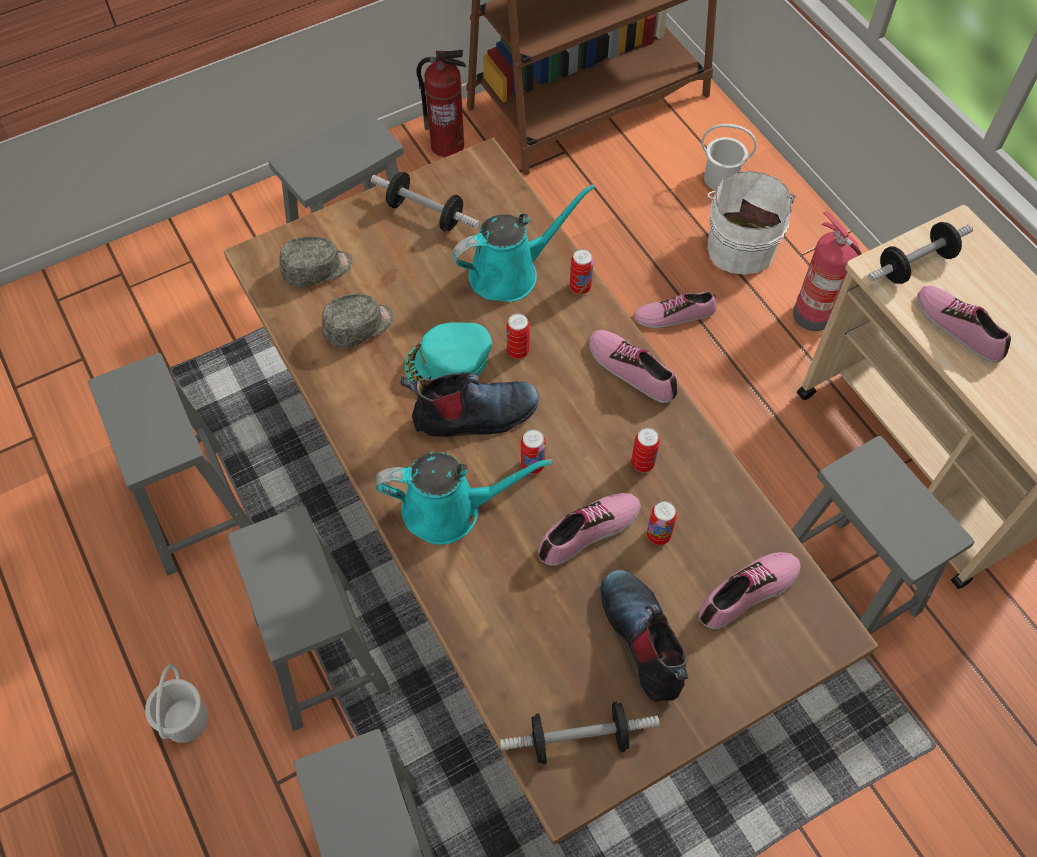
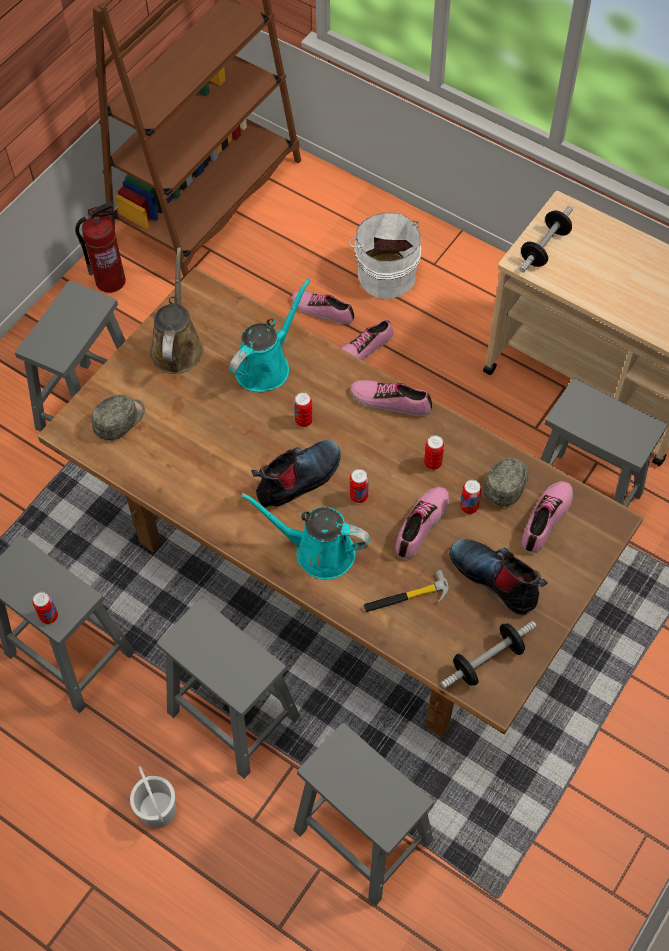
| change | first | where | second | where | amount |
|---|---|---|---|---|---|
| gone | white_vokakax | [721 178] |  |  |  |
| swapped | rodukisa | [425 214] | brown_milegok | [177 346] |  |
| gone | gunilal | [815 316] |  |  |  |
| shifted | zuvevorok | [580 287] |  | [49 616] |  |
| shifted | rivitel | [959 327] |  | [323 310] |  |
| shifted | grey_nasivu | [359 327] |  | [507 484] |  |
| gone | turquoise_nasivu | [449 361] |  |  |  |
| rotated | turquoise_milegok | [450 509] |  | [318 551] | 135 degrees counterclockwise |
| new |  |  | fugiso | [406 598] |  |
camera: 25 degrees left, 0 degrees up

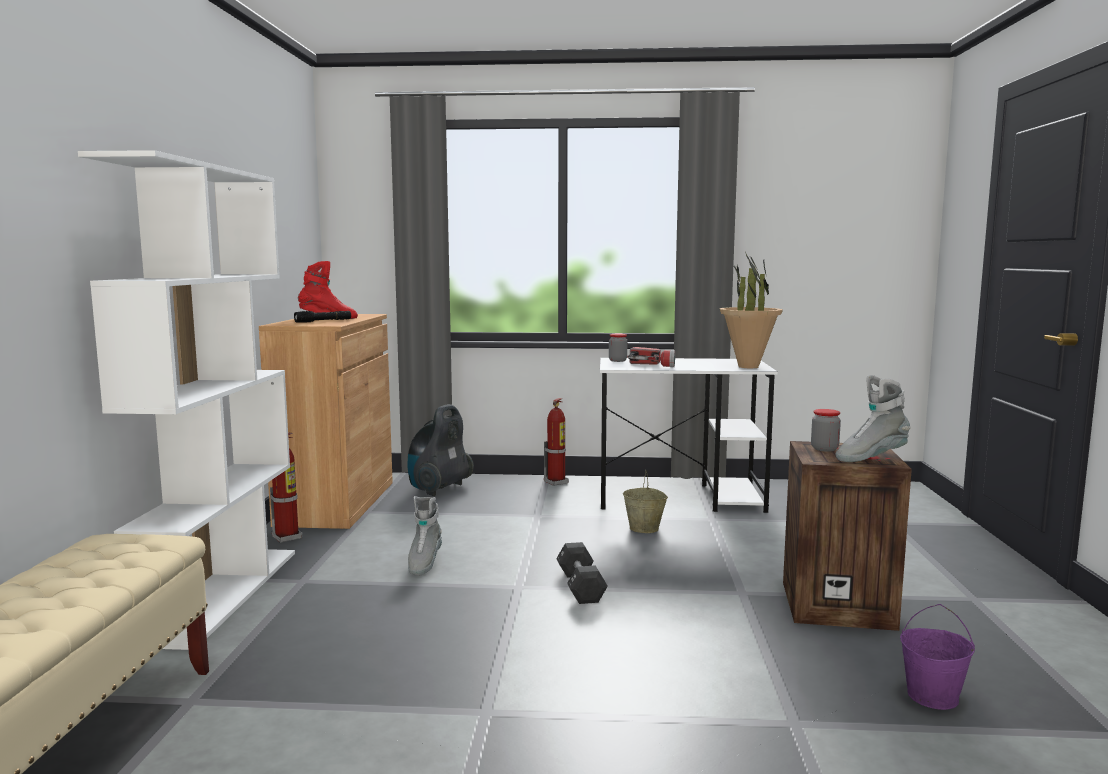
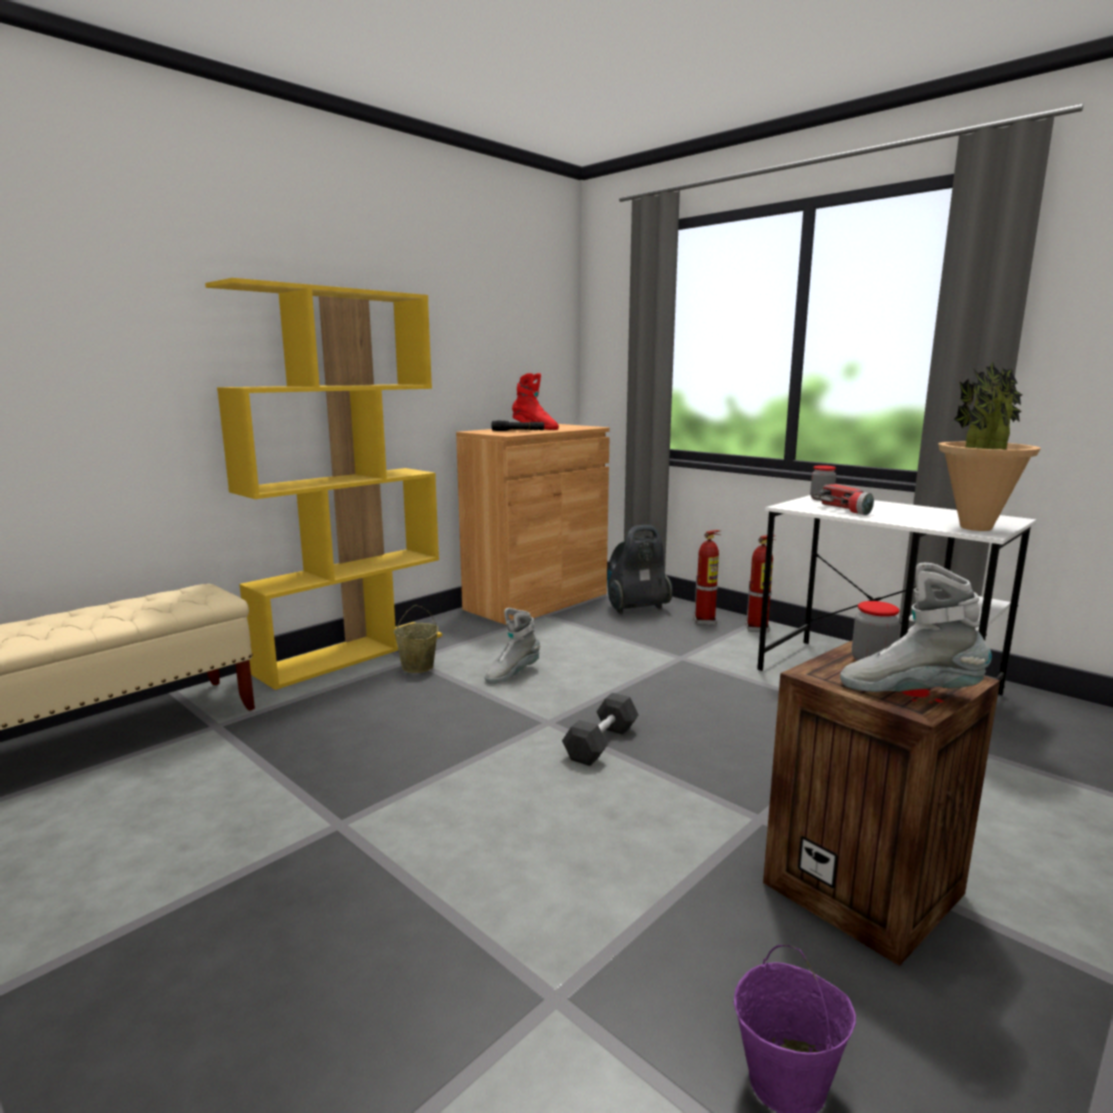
| change | first | where | second | where | amount |
|---|---|---|---|---|---|
| repainted | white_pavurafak | [220 593] | yellow_pavurafak | [352 653] |  |
| shifted | gunilal | [287 537] |  | [705 621] |  |
| shifted | beige_vokakax | [644 528] |  | [418 667] |  |
camera: 40 degrees right, 5 degrees up

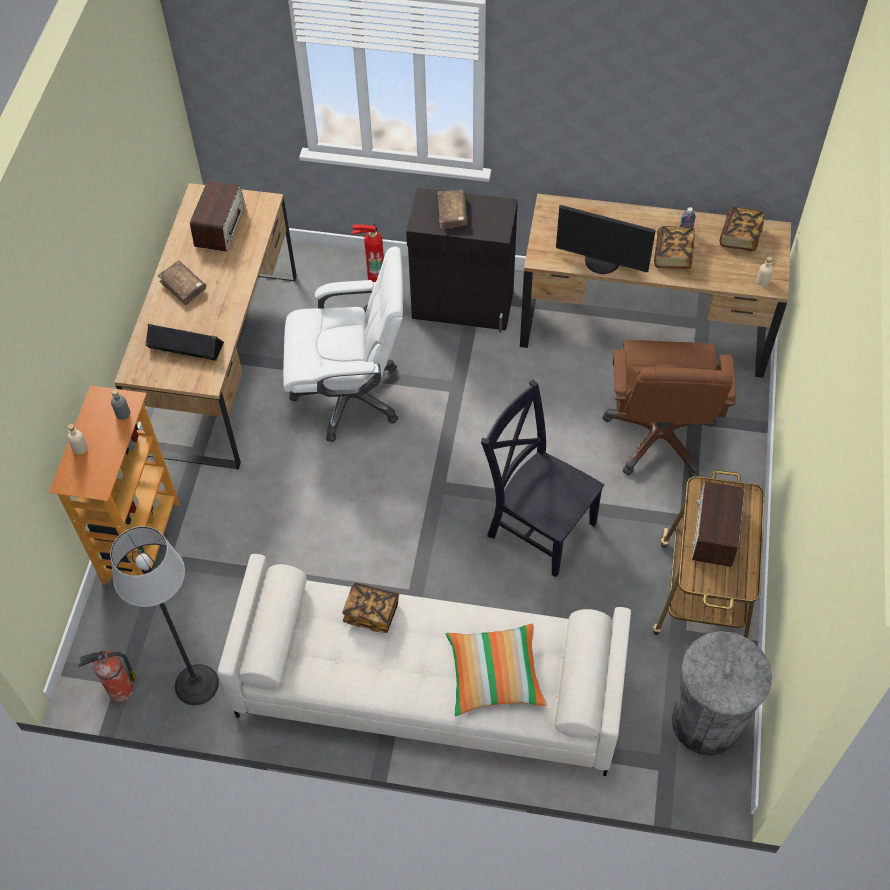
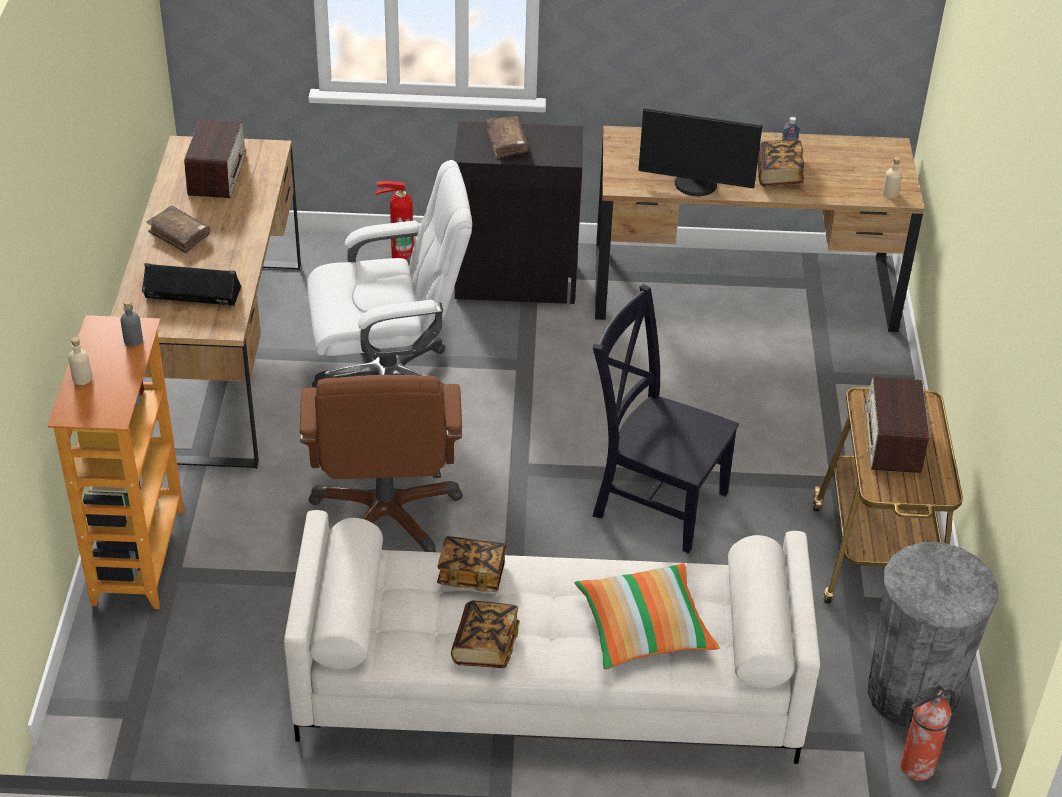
| change | first | where | second | where | amount |
|---|---|---|---|---|---|
| shifted | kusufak | [740 236] |  | [485 646] |  |
| shifted | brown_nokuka | [659 437] |  | [386 517] |  |
| gone | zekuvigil | [196 684] |  |  |  |
| shifted | gunilal | [119 691] |  | [915 767] |  |
camera: 10 degrees left, 15 degrees down

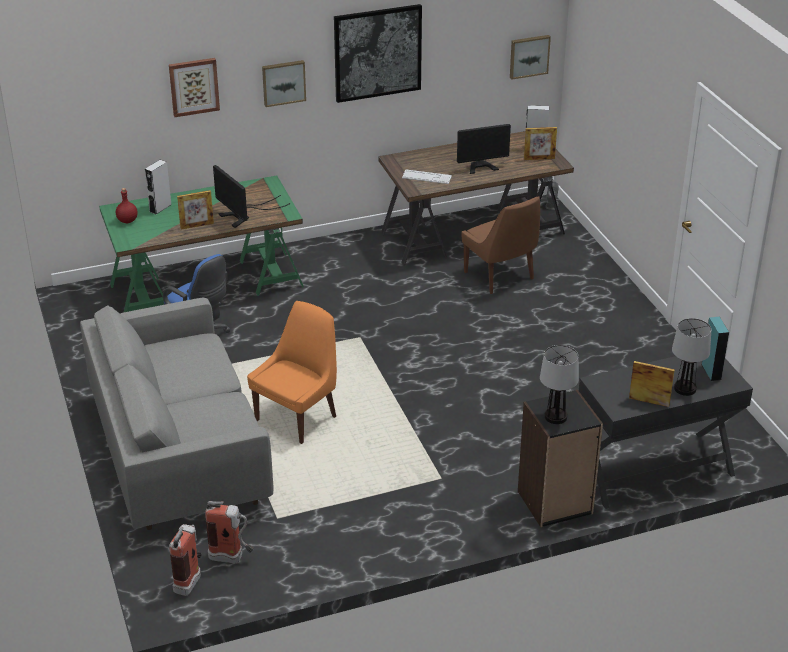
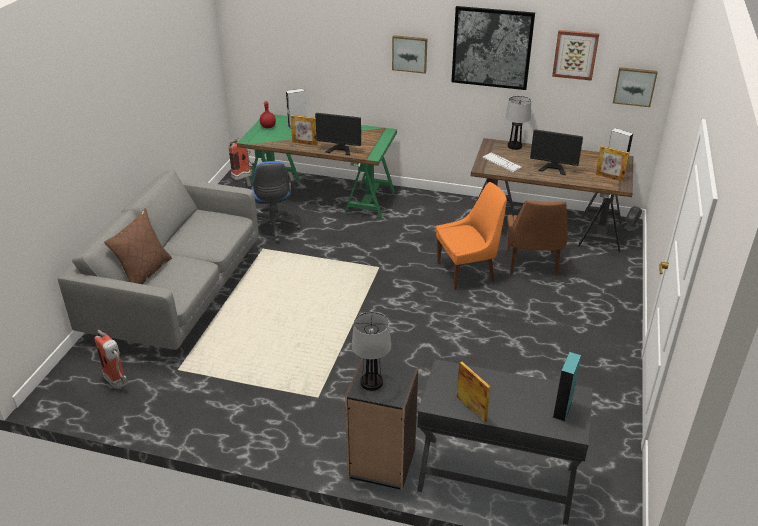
| change | first | where | second | where | amount |
|---|---|---|---|---|---|
| shifted | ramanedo | [194 86] |  | [575 54] |  |
| rotated | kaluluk | [244 215] |  | [342 147] | 75 degrees counterclockwise |
| shifted | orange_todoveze | [298 417] |  | [467 272] |  |
| shifted | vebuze | [685 388] |  | [515 146] |  |
| shifted | gunilal | [190 580] |  | [244 176] |  |
| new |  |  | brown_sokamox | [144 273] |  |
camera: 35 degrees right, 0 degrees up

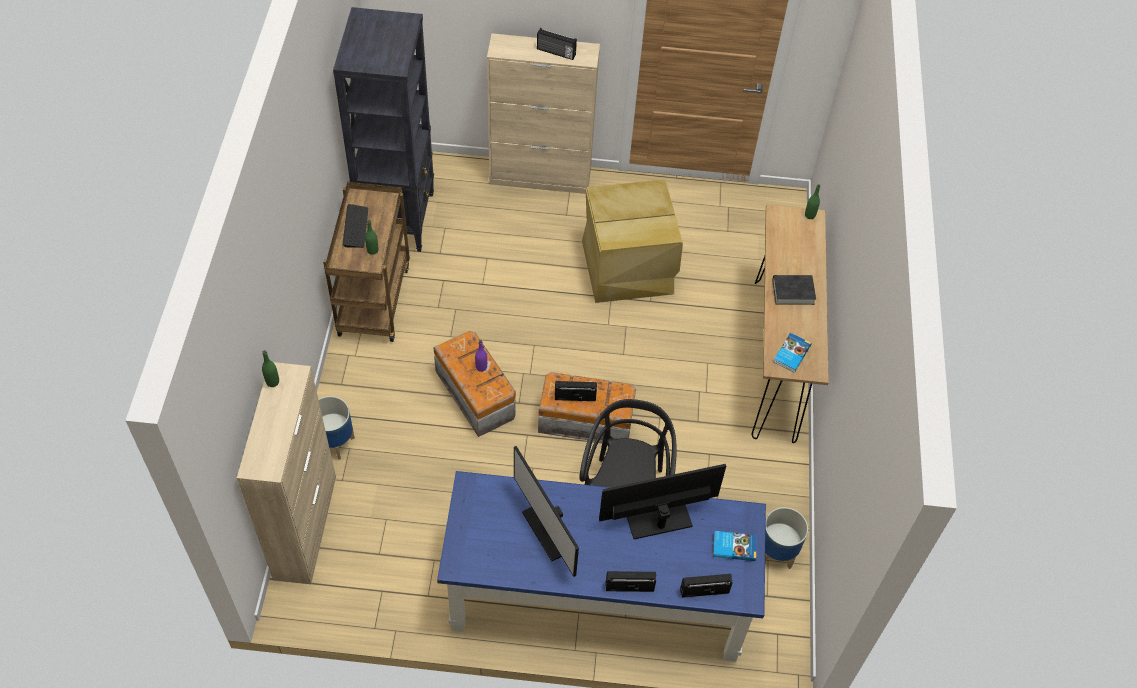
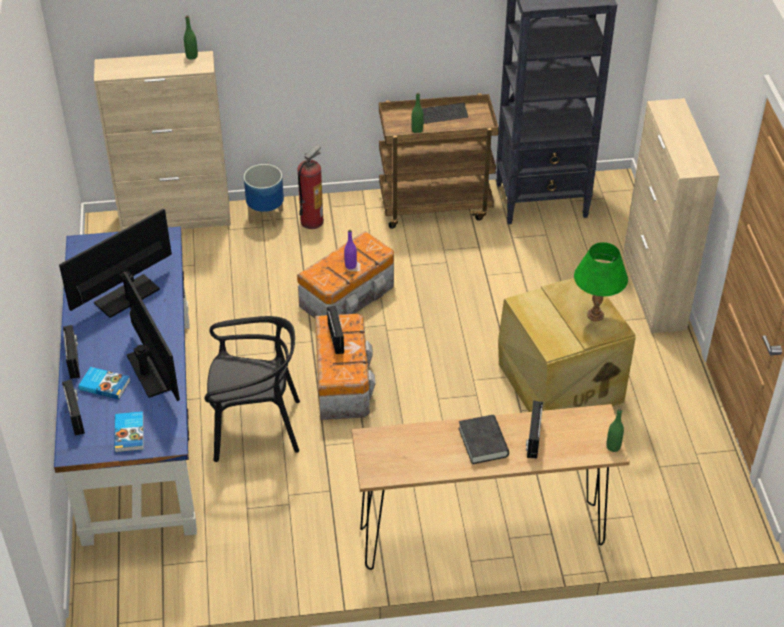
| change | first | where | second | where | amount |
|---|---|---|---|---|---|
| shifted | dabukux | [556 52] |  | [532 438] |  |
| shifted | kusufak | [791 354] |  | [105 384] |  |
| gone | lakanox | [776 553] |  |  |  |
| new |  |  | gunilal | [311 221] |  |
| new |  |  | green_vebuze | [595 315] |  |
camera: 80 degrees right, 10 degrees down

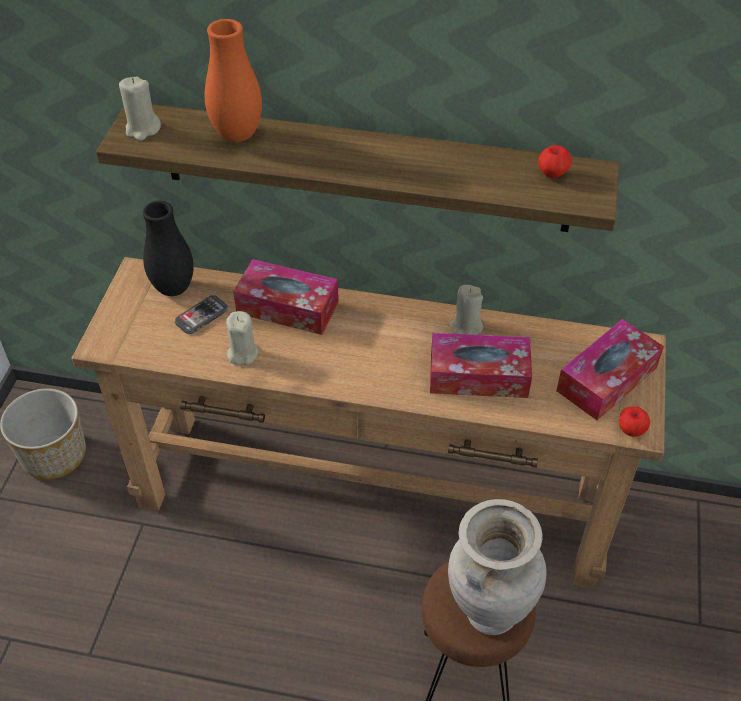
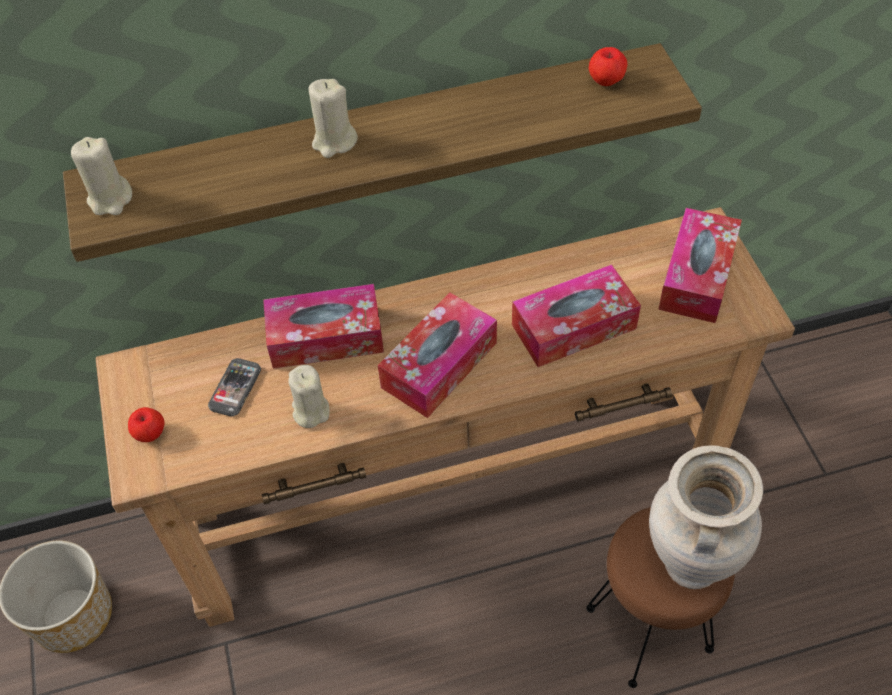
| change | first | where | second | where | amount |
|---|---|---|---|---|---|
| gone | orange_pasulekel | [237 135] |  |  |  |
| gone | black_pasulekel | [173 288] |  |  |  |
| shifted | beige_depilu | [466 326] |  | [334 142] |  |
| shifted | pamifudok | [631 430] |  | [150 433] |  |
| new |  |  | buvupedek | [439 365] |  |
camera: 25 degrees left, 5 degrees up

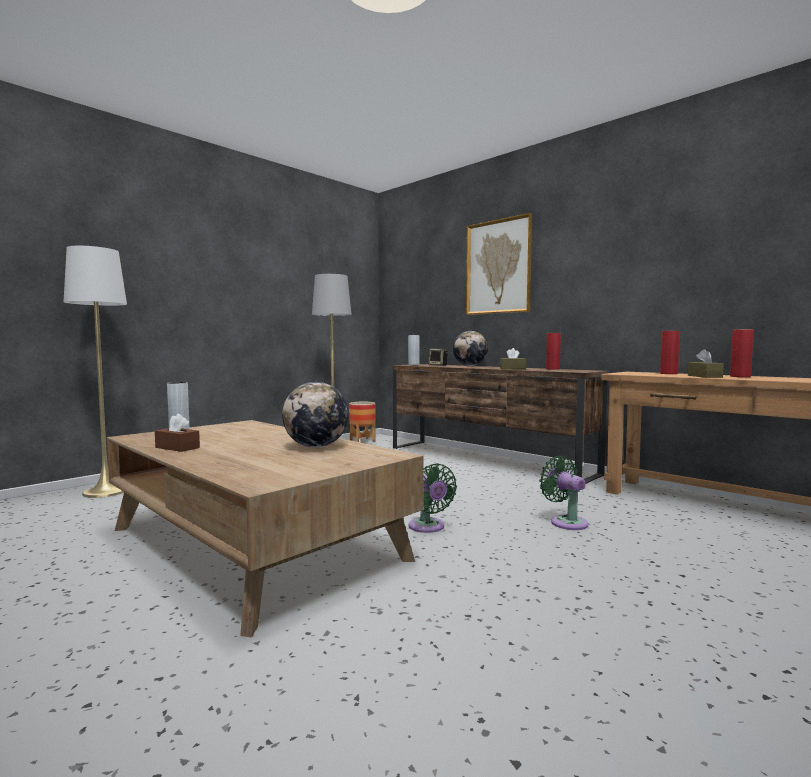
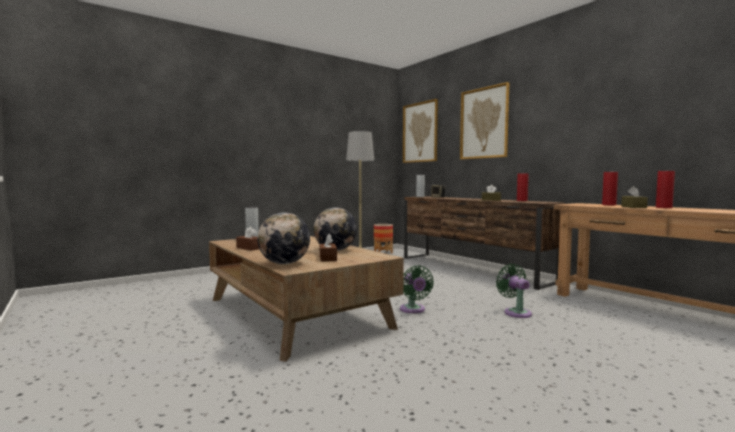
| change | first | where | second | where | amount |
|---|---|---|---|---|---|
| gone | white_zekuvigil | [106 491] |  |  |  |
| shifted | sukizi | [470 366] |  | [284 263] |  |
| new |  |  | ramanedo | [420 132] |  |
| new |  |  | brown_buvupedek | [328 258] |  |
camera: 10 degrees right, 0 degrees up

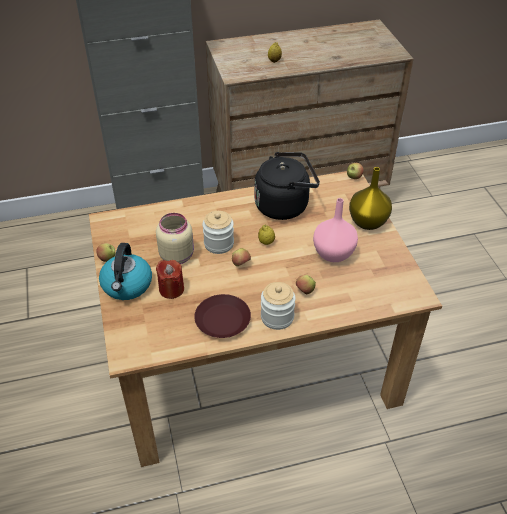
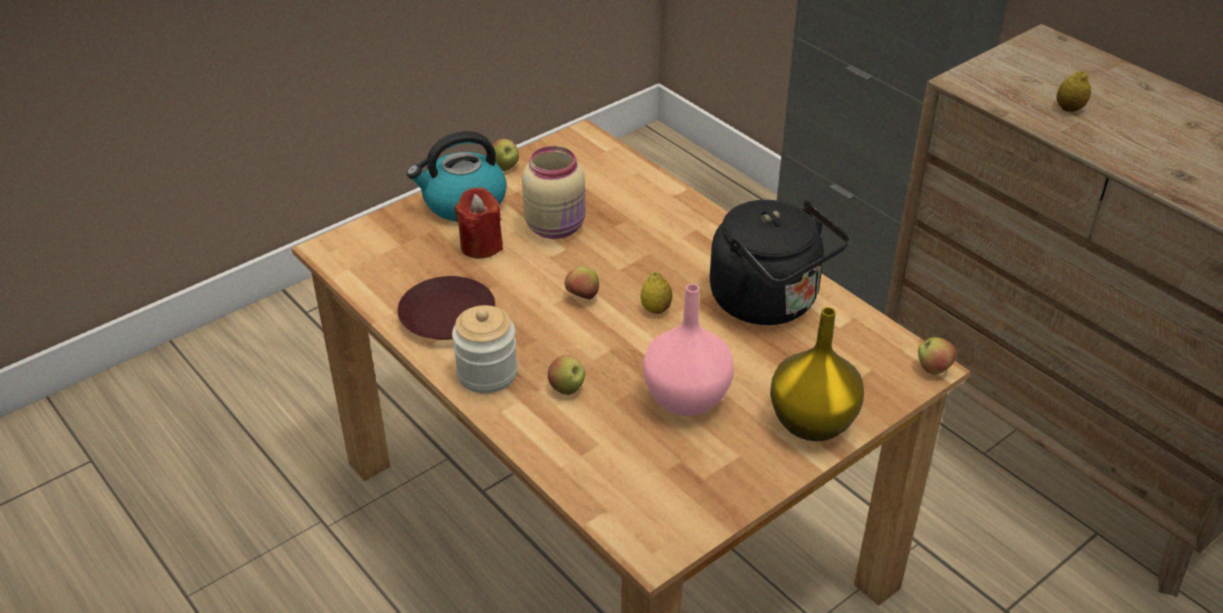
| change | first | where | second | where | amount |
|---|---|---|---|---|---|
| gone | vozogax | [219 244] |  |  |  |
camera: 65 degrees right, 5 degrees down

